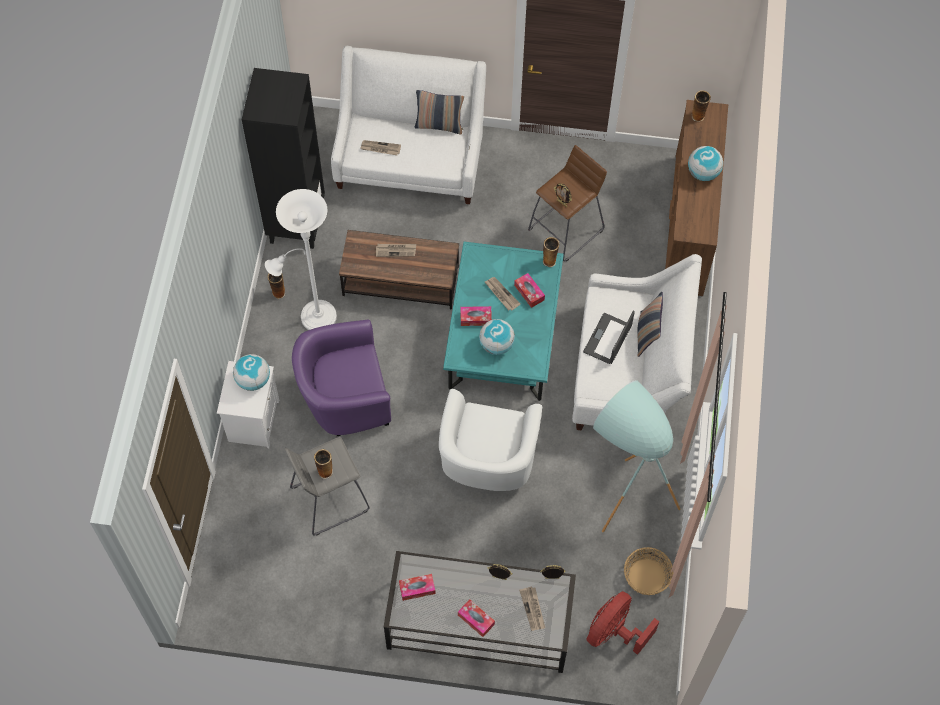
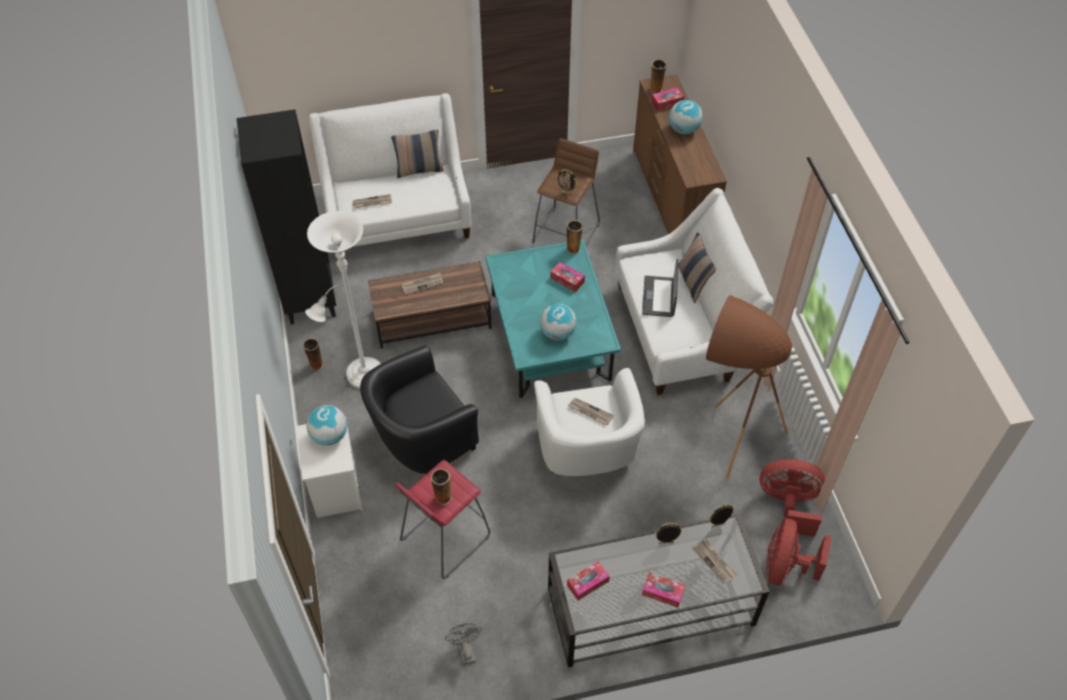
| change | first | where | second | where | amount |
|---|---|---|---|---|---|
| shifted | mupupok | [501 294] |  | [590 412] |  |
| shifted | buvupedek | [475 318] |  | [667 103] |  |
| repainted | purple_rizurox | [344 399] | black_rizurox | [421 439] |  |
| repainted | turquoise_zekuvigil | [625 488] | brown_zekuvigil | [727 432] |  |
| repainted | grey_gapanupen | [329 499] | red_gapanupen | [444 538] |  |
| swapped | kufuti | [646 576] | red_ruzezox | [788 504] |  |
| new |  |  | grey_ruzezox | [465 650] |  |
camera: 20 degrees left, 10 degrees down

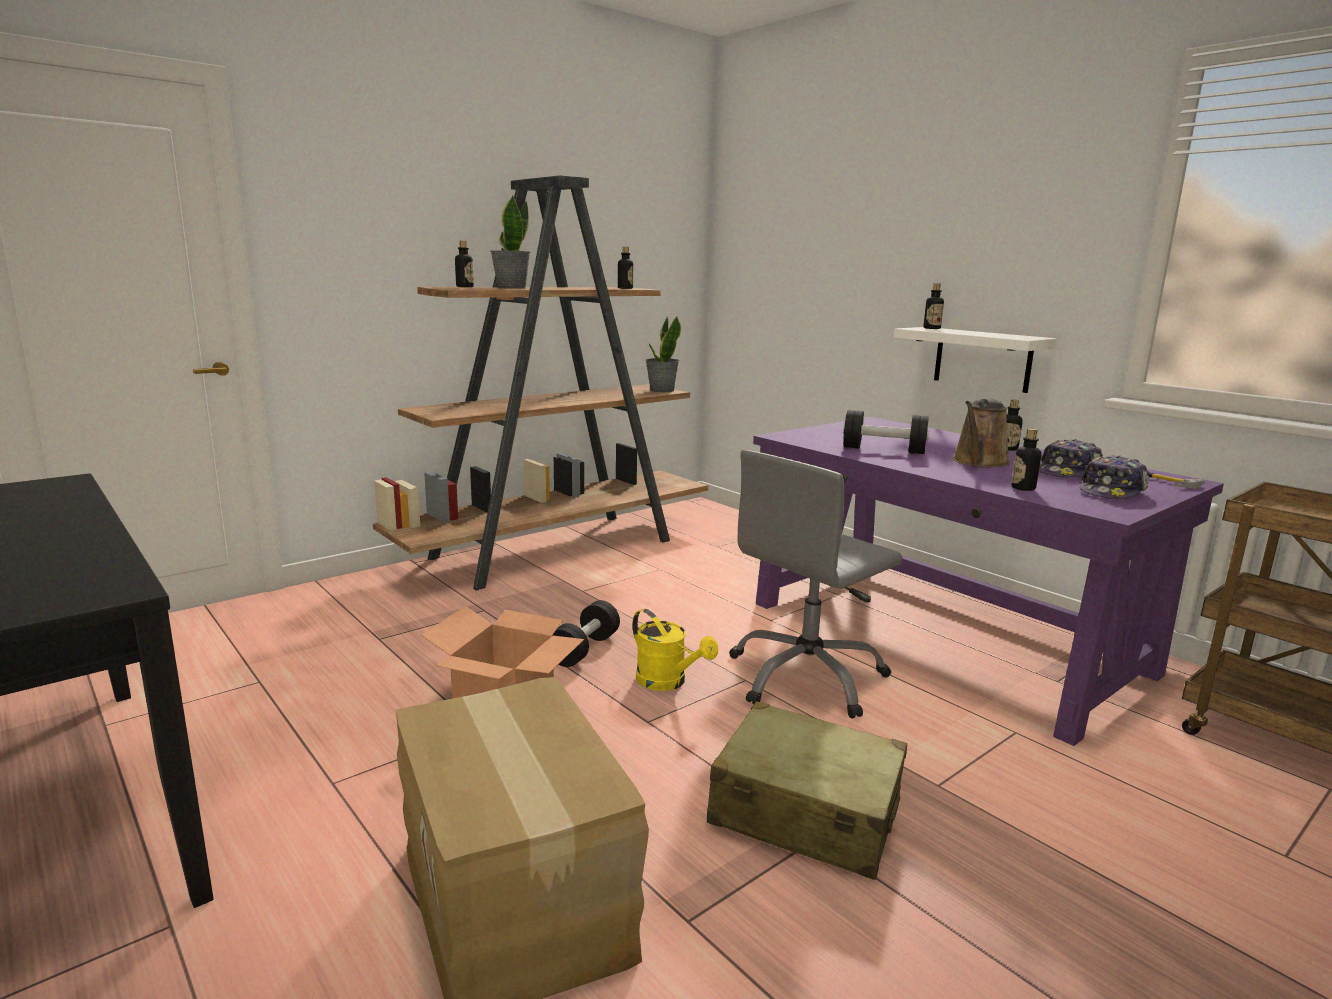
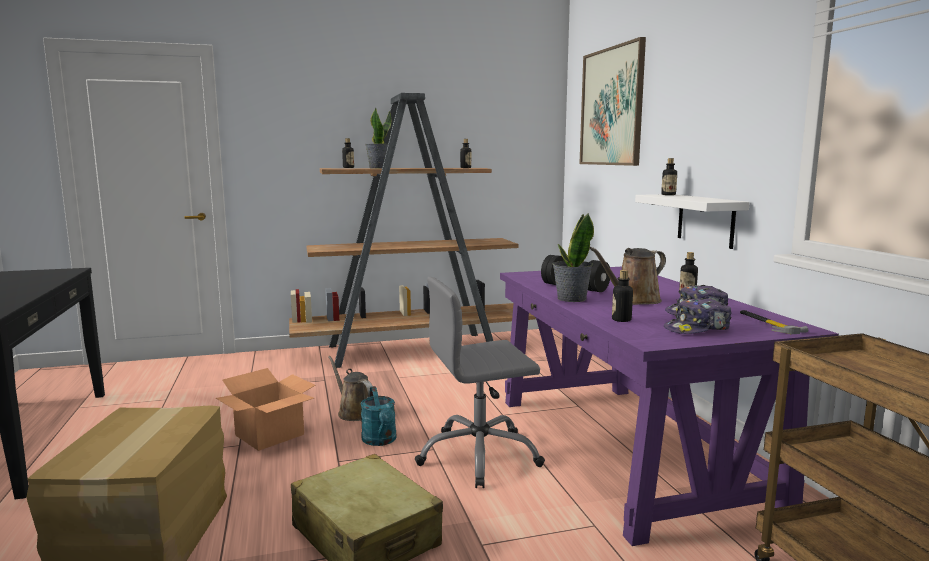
| change | first | where | second | where | amount |
|---|---|---|---|---|---|
| shifted | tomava | [661 390] |  | [571 299] |  |
| swapped | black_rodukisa | [584 650] | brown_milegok | [354 412] |  |
| repainted | yellow_milegok | [668 682] | turquoise_milegok | [380 441] |  |
| new |  |  | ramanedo | [611 107] |  |
camera: 25 degrees right, 5 degrees down

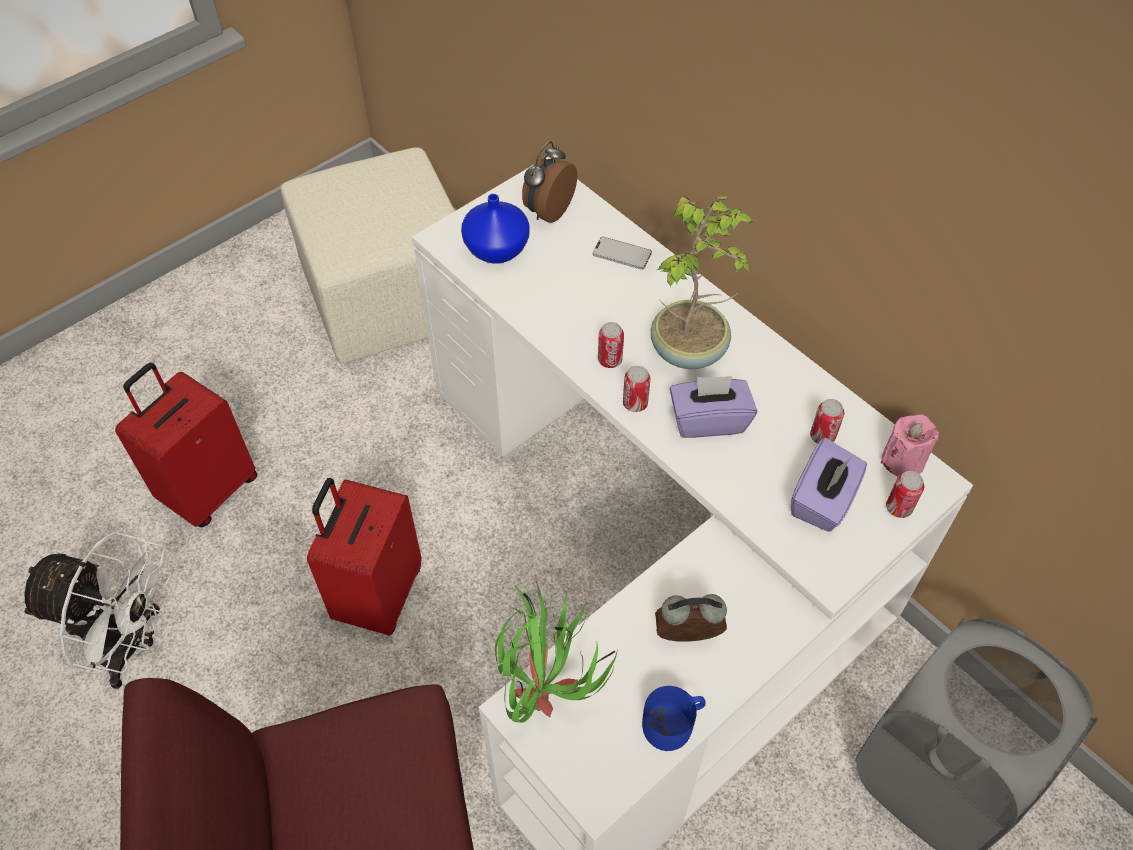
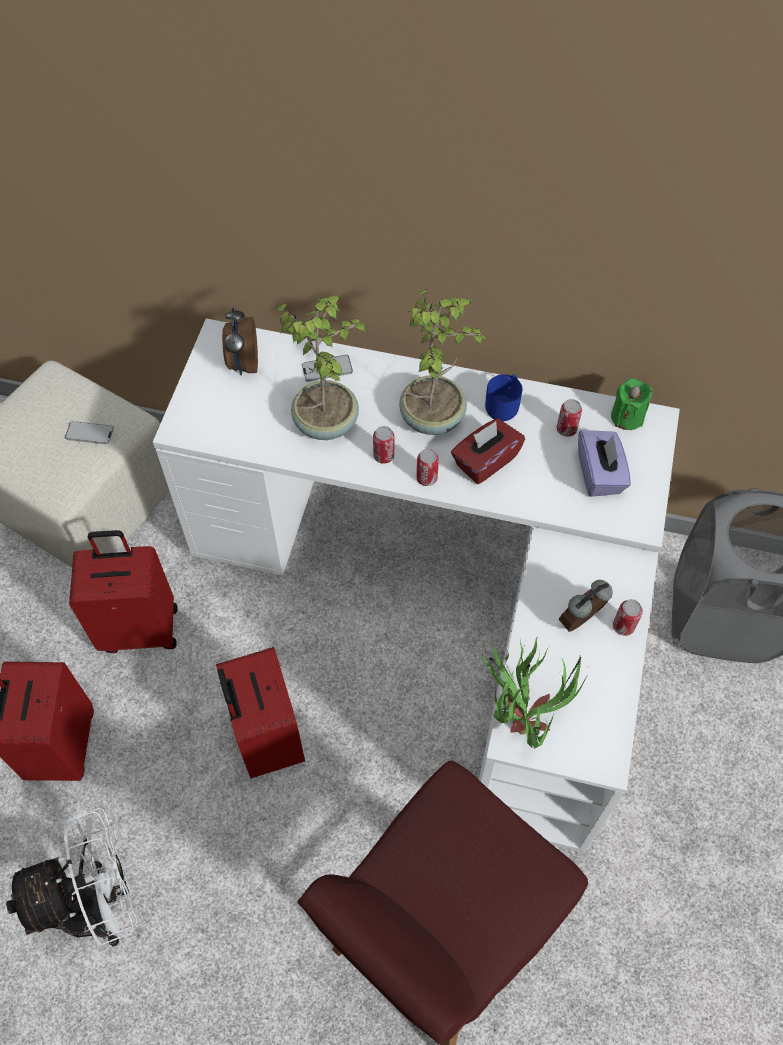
| change | first | where | second | where | amount |
|---|---|---|---|---|---|
| gone | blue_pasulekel | [498 249] |  |  |  |
| repainted | purple_buvupedek | [708 420] | red_buvupedek | [485 461] |  |
| repainted | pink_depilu | [903 461] | green_depilu | [627 417] |  |
| shifted | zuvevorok | [898 508] |  | [623 626] |  |
| shifted | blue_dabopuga | [673 725] |  | [504 404] |  |
| new |  |  | tomava | [327 421] |  |
| new |  |  | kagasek | [89 433] |  |
| new |  |  | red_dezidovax | [140 627] |  |
camera: 35 degrees left, 5 degrees up

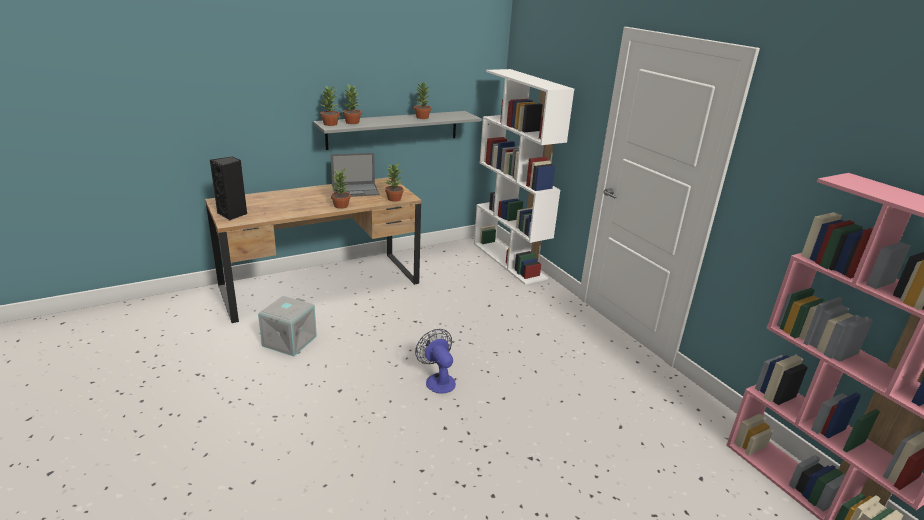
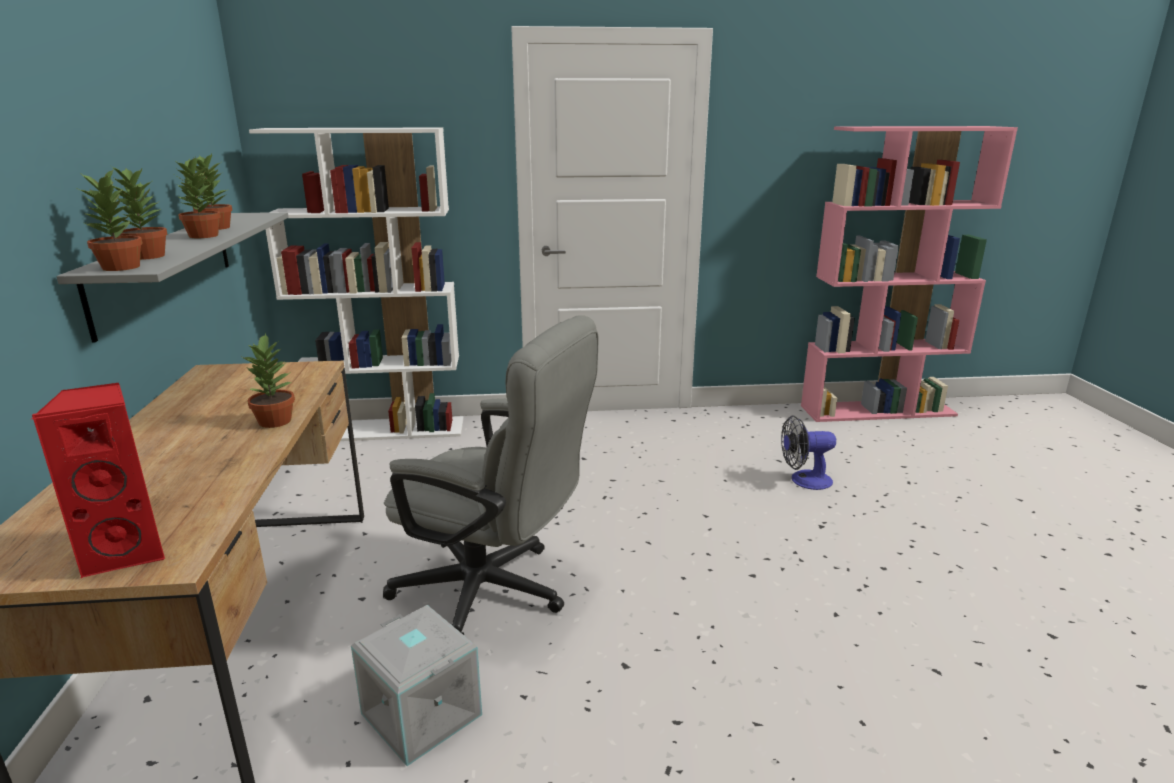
| change | first | where | second | where | amount |
|---|---|---|---|---|---|
| gone | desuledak | [356 190] |  |  |  |
| repainted | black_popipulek | [233 214] | red_popipulek | [128 552] |  |
| shifted | tomava | [393 199] |  | [203 236] |  |
| shifted | ruzezox | [437 380] |  | [804 480] |  |
| new |  |  | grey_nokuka | [494 593] |  |
camera: 65 degrees left, 5 degrees down

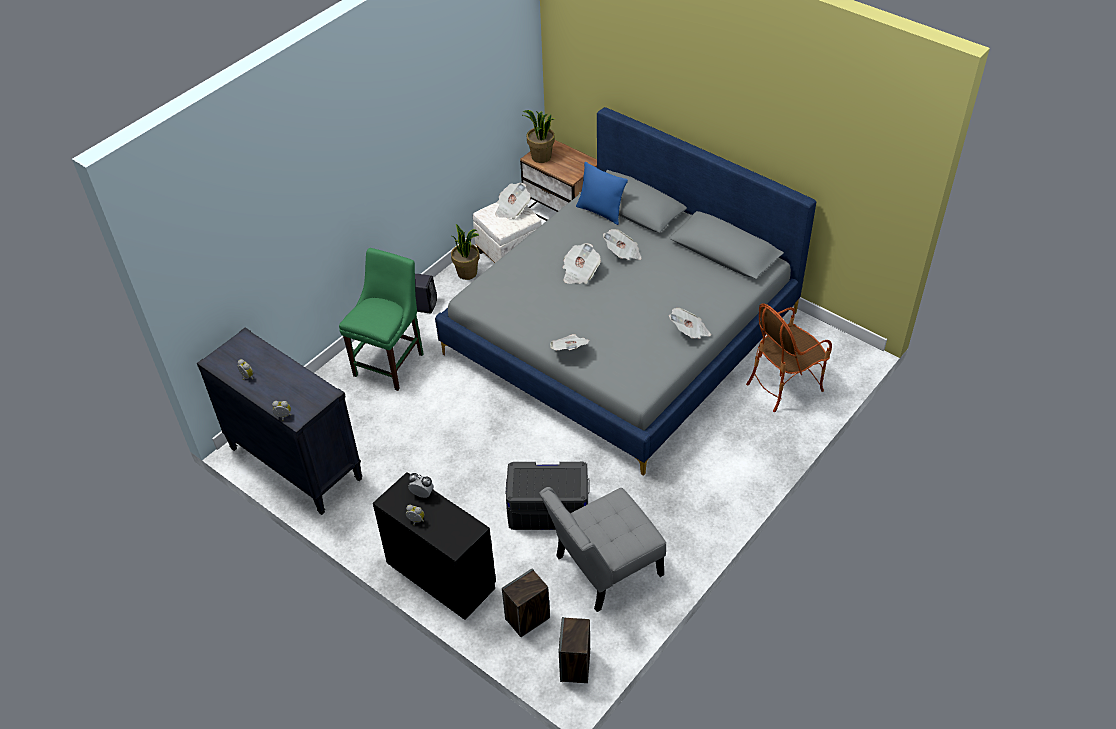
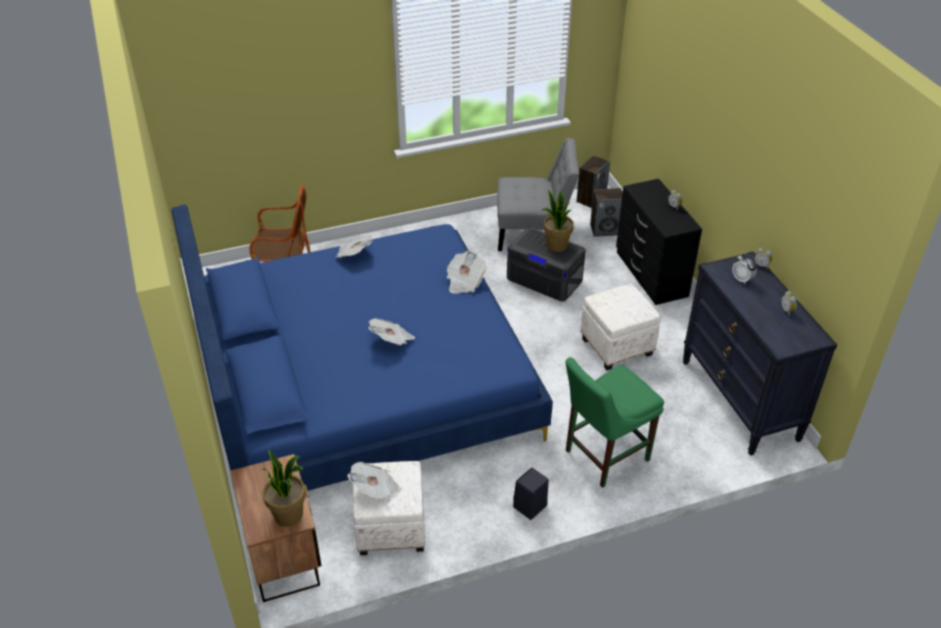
| change | first | where | second | where | amount |
|---|---|---|---|---|---|
| repainted | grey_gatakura | [621 333] | blue_gatakura | [364 380] |  |
| gone | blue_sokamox | [600 212] |  |  |  |
| shifted | tomava | [467 273] |  | [556 245] |  |
| gone | mupupok | [623 253] |  |  |  |
| shifted | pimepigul | [422 494] |  | [742 279] |  |
| new |  |  | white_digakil | [616 347] |  |
camera: 150 degrees left, 5 degrees down

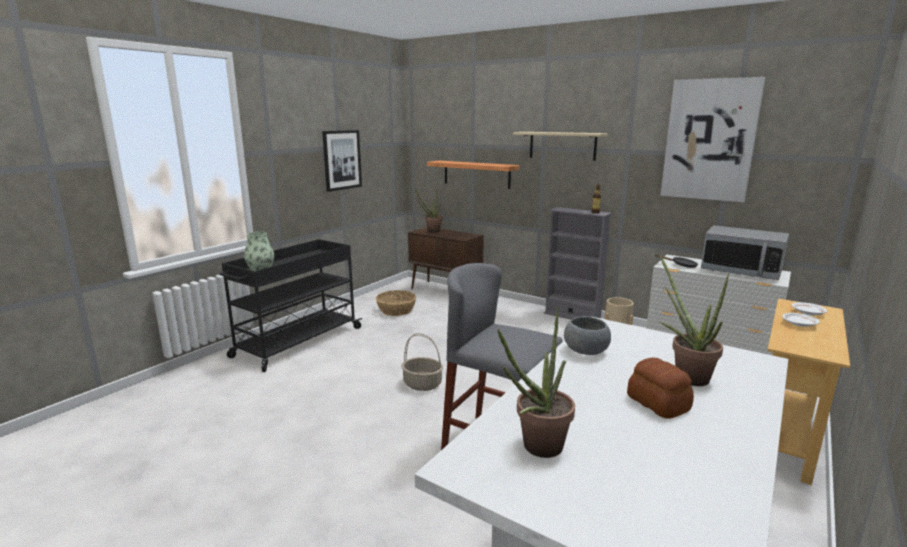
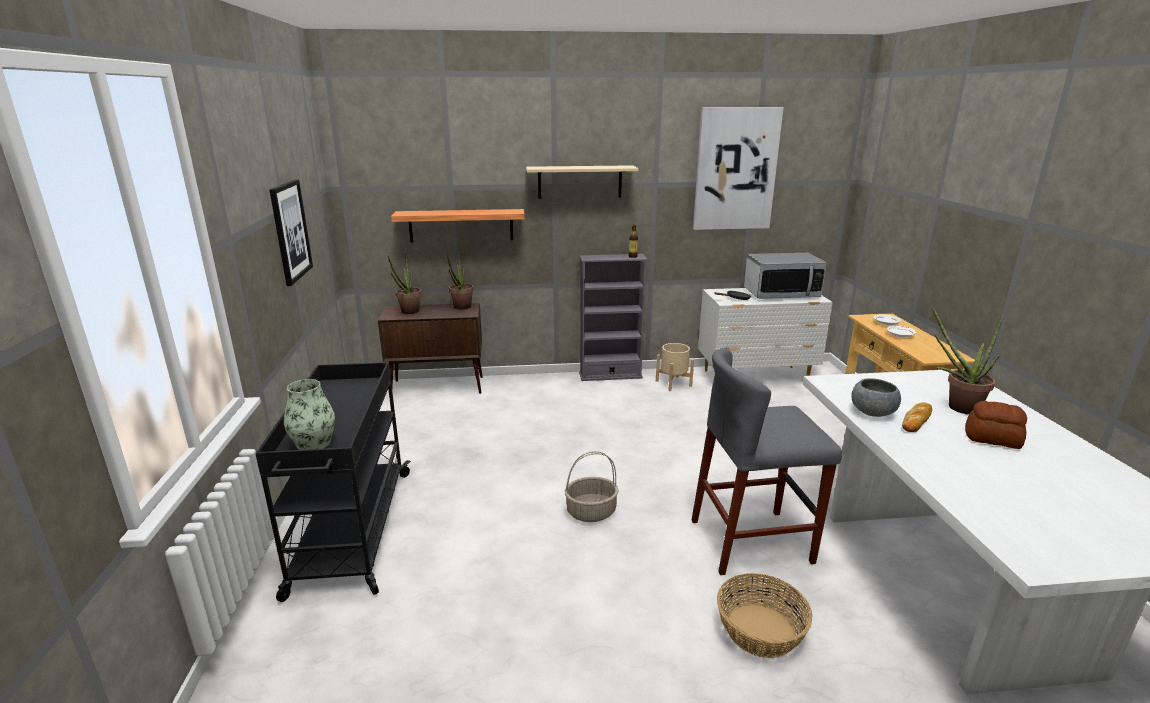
| change | first | where | second | where | amount |
|---|---|---|---|---|---|
| shifted | kufuti | [396 310] |  | [759 630] |  |
| shifted | tomava | [536 449] |  | [461 308] |  |
| new |  |  | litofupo | [916 420] |  |
camera: 40 degrees left, 5 degrees up

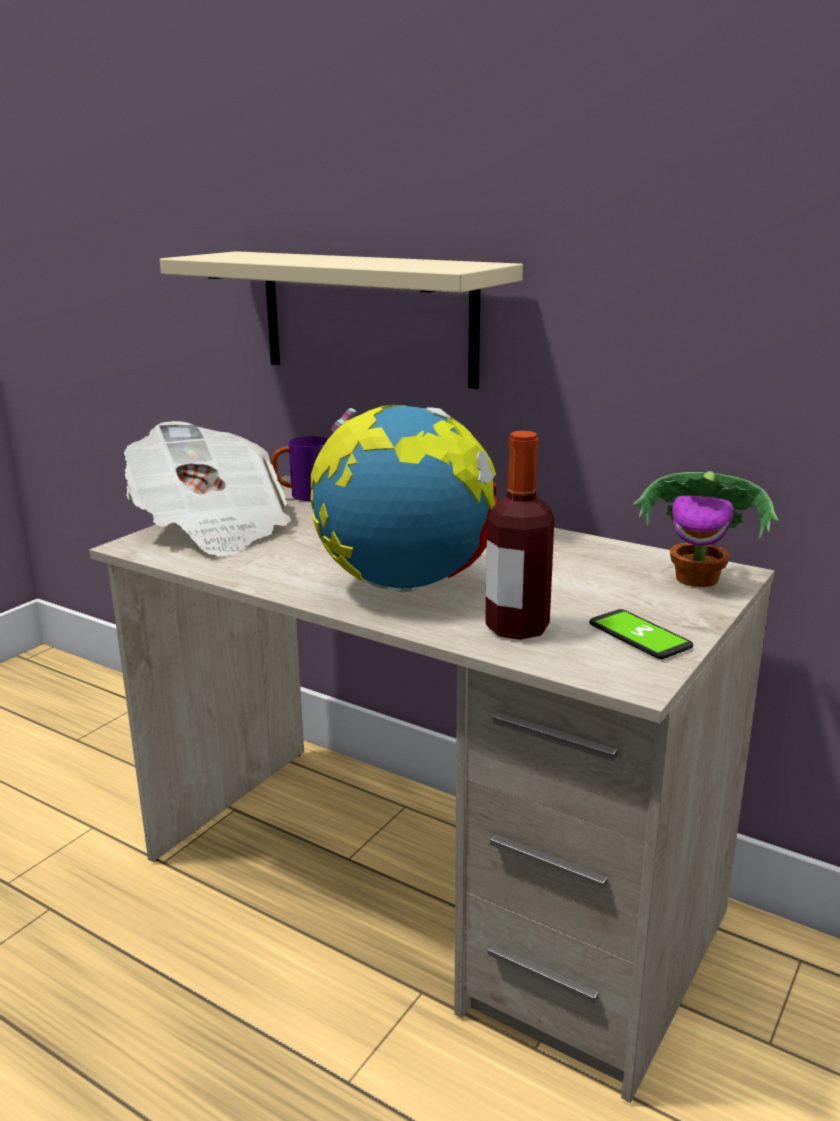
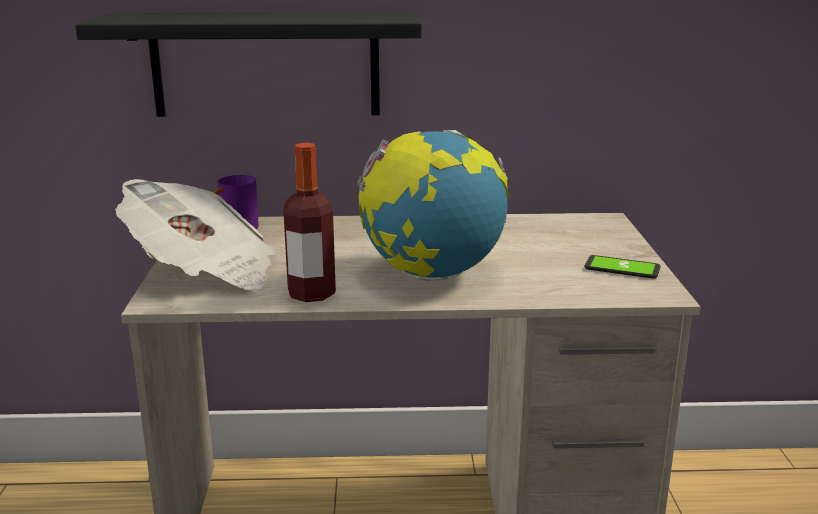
| change | first | where | second | where | amount |
|---|---|---|---|---|---|
| repainted | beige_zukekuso | [367 317] | black_zukekuso | [266 65] |  |
| shifted | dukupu | [517 628] |  | [311 294] |  |
| gone | tomava | [698 579] |  |  |  |
camera: 35 degrees left, 0 degrees up

